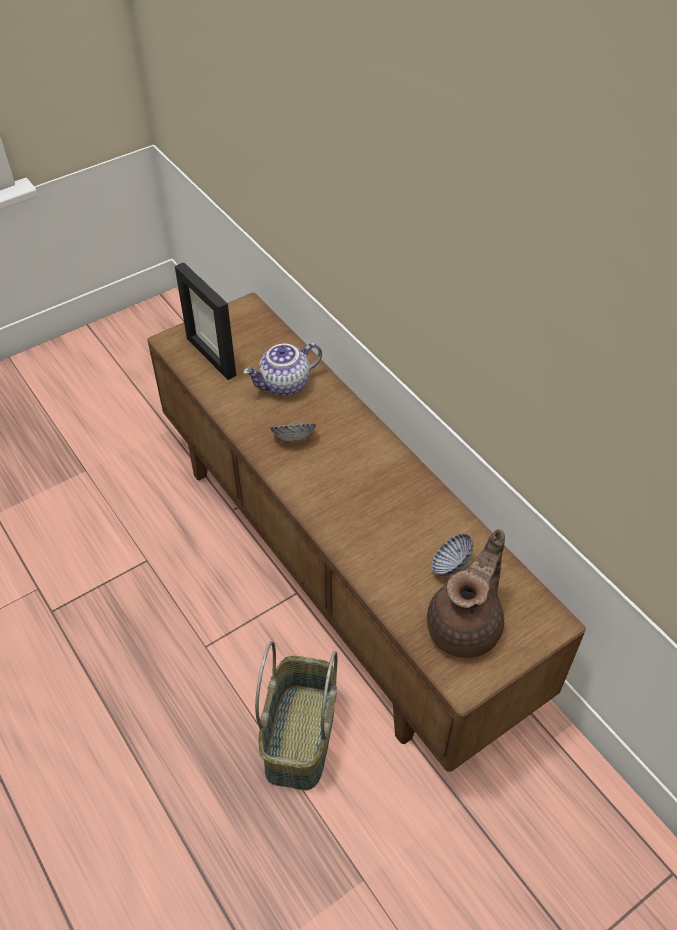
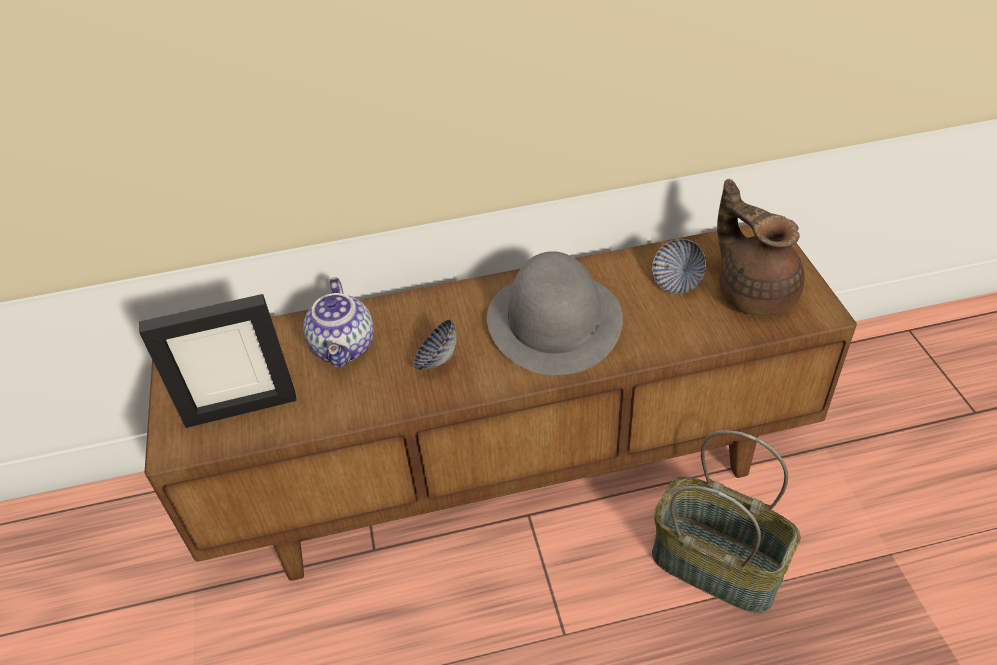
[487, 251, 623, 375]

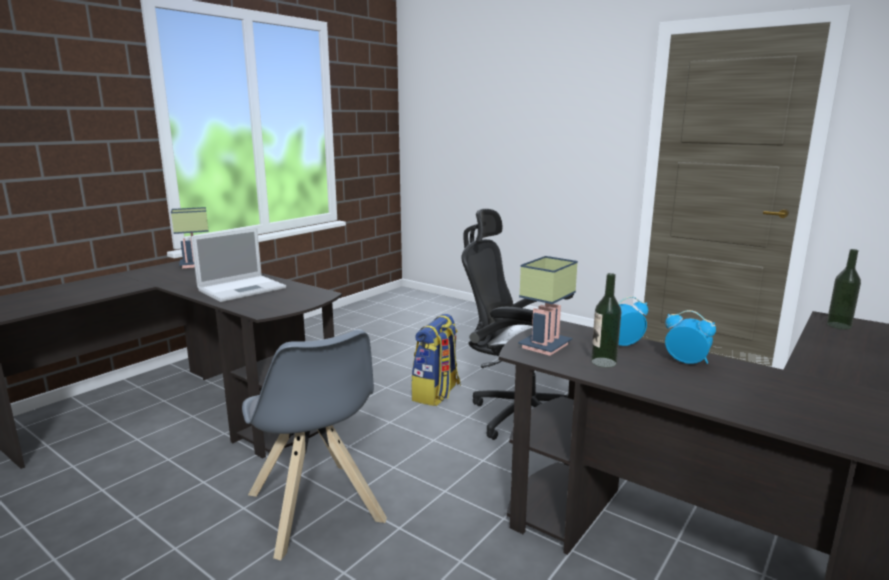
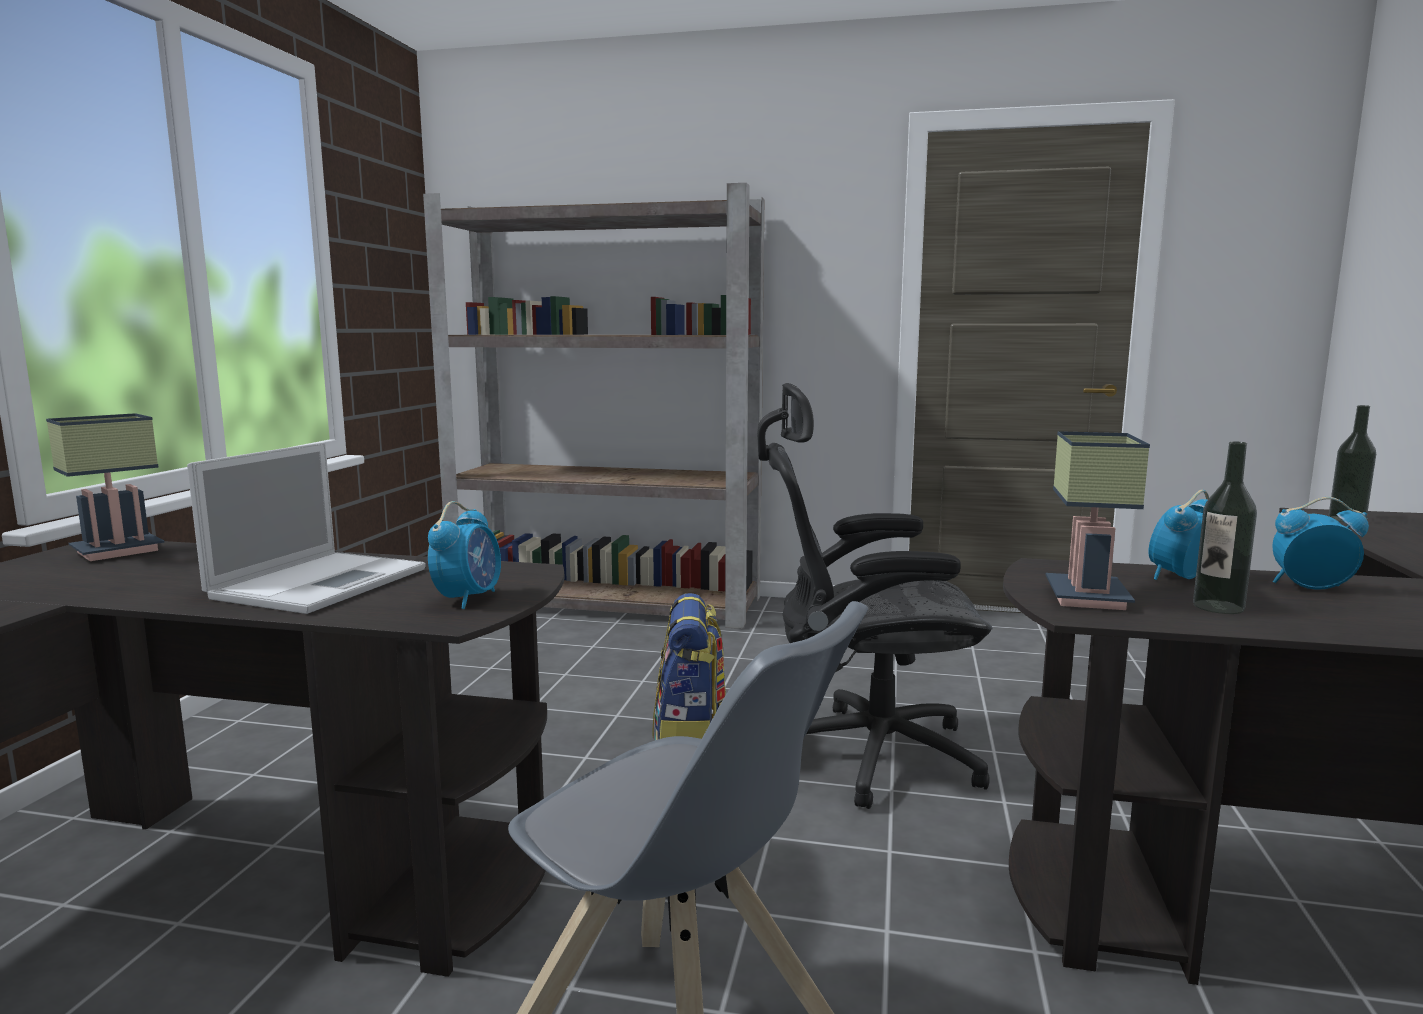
[423, 183, 764, 629]
[428, 501, 501, 609]

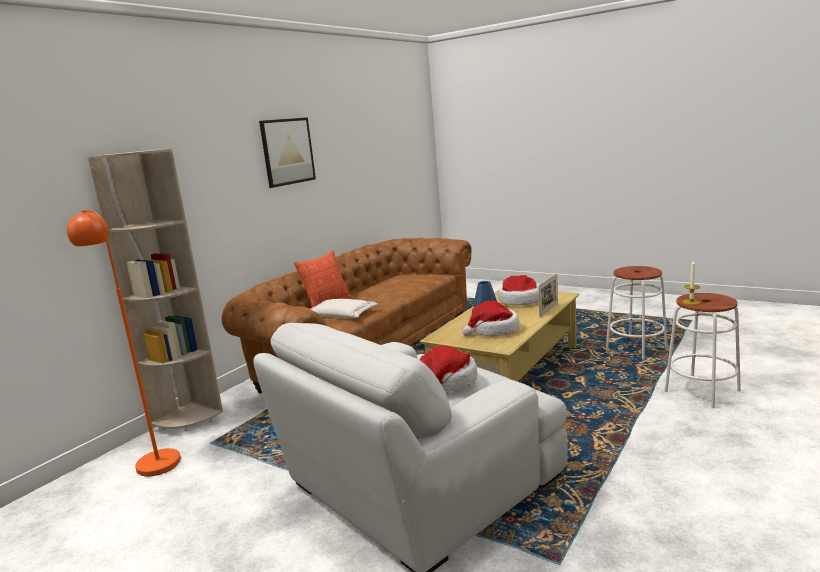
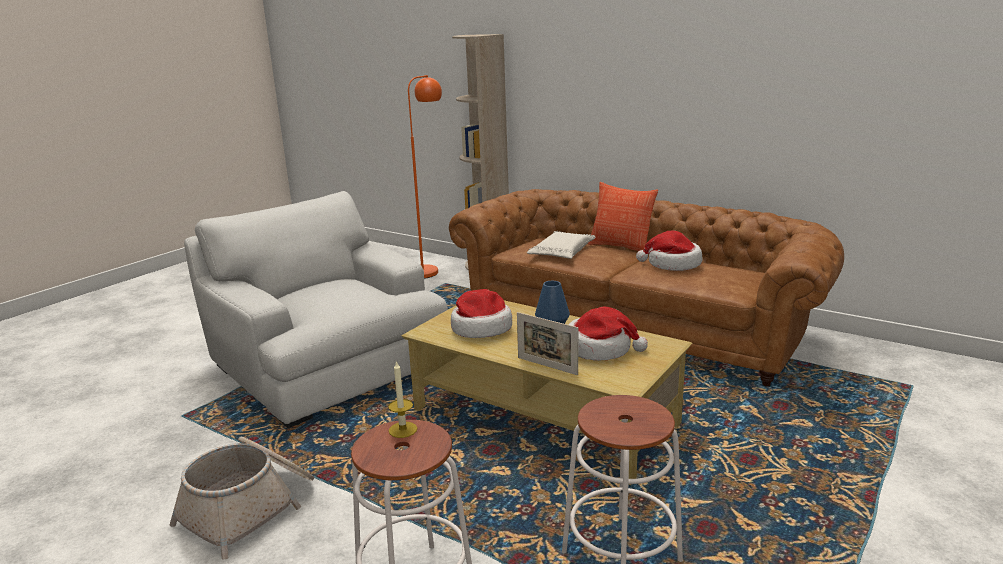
[170, 437, 314, 560]
[636, 231, 703, 271]
[259, 117, 316, 188] (first image)

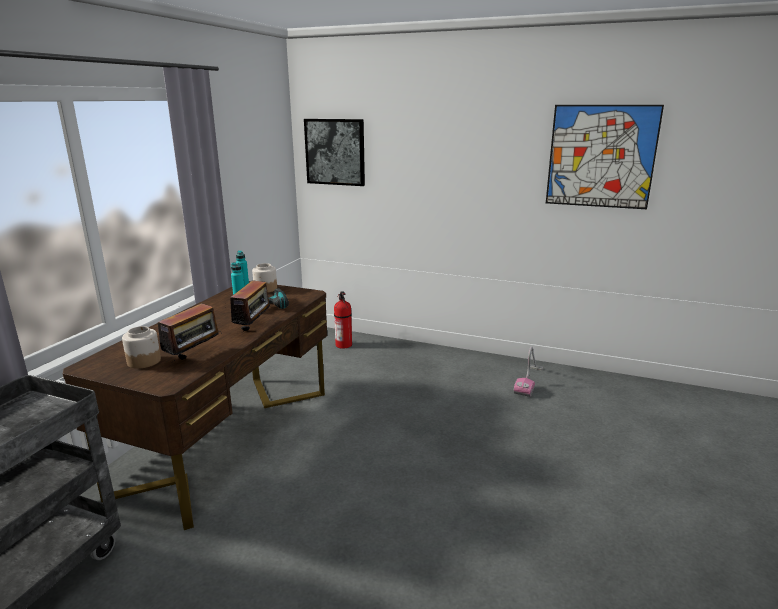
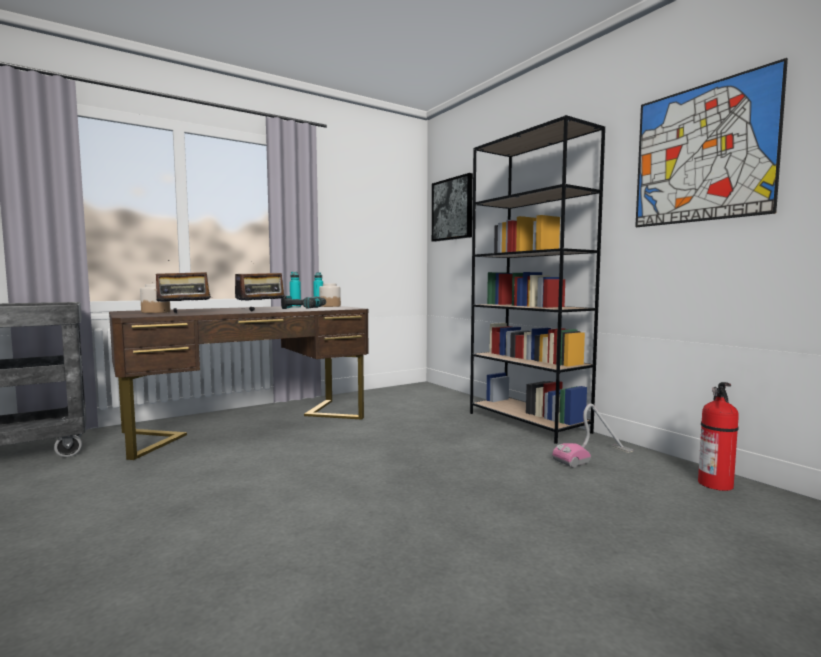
[470, 115, 605, 444]
[698, 382, 739, 491]

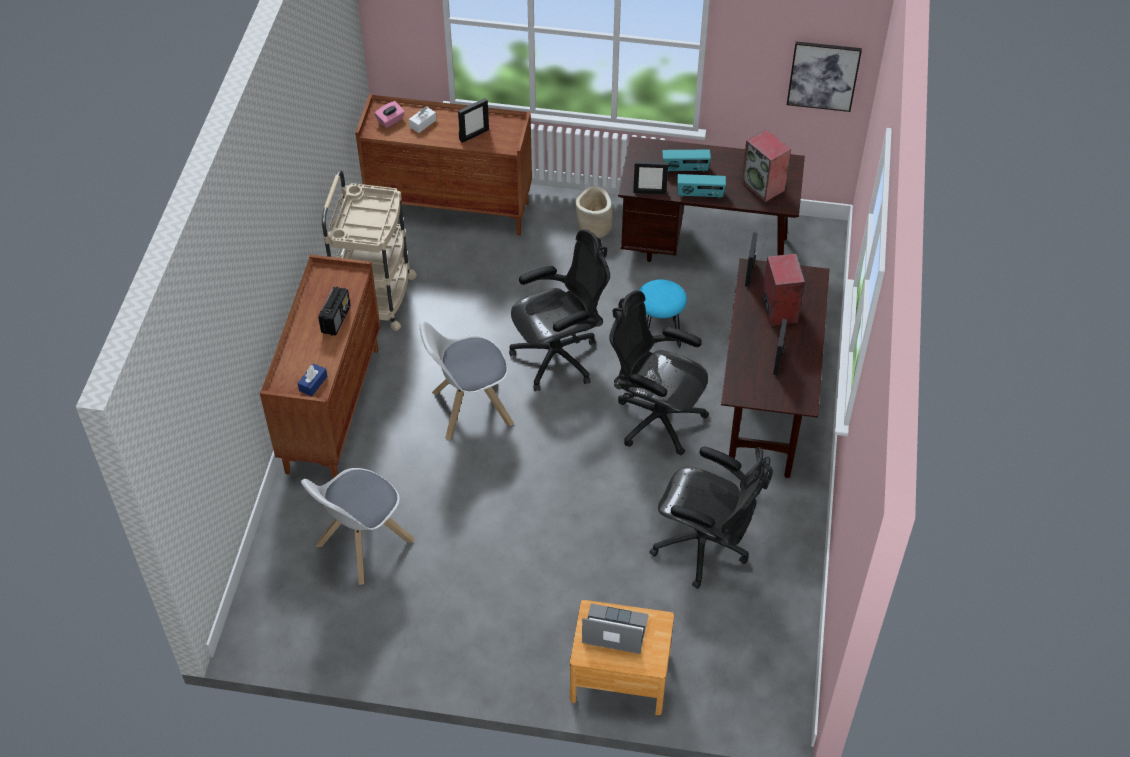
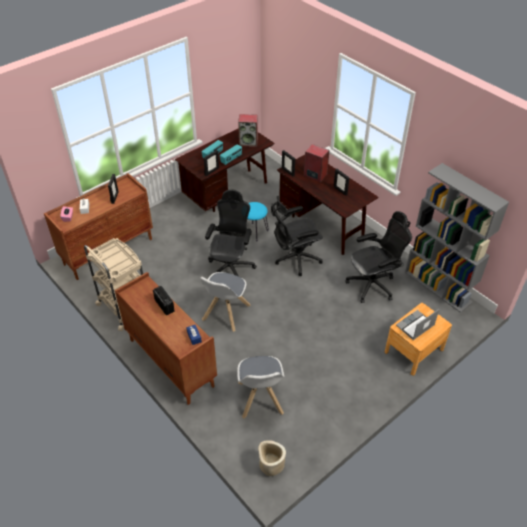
[258, 440, 286, 476]
[405, 163, 509, 313]
[787, 41, 862, 112] (first image)

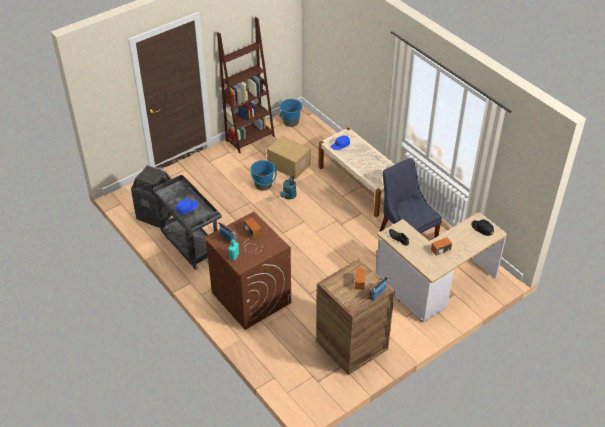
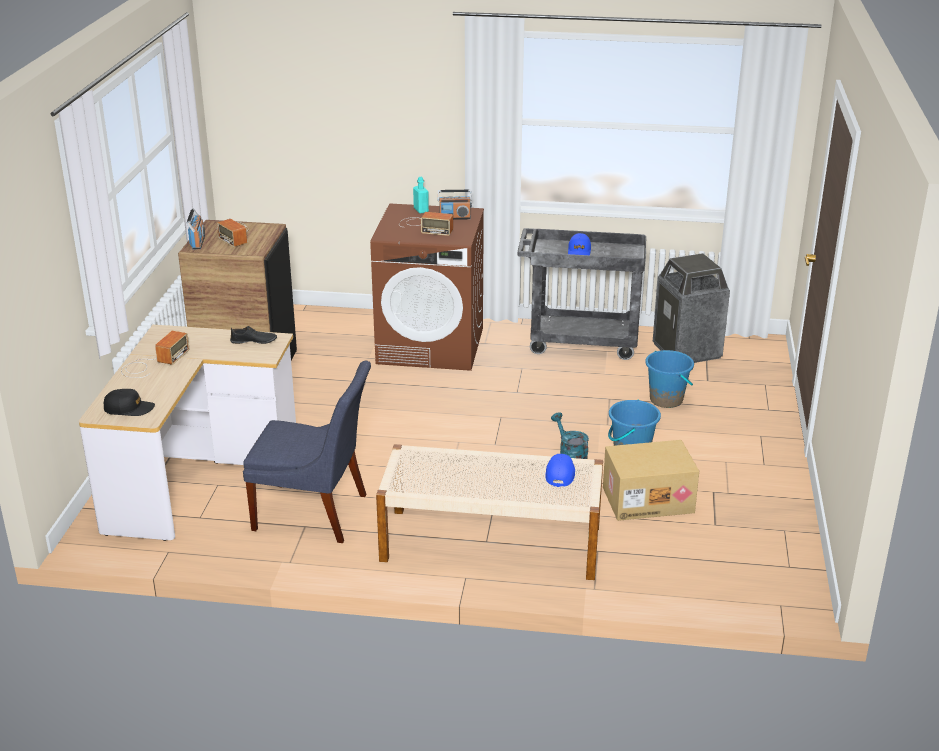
[645, 350, 694, 408]
[217, 17, 275, 153] (first image)

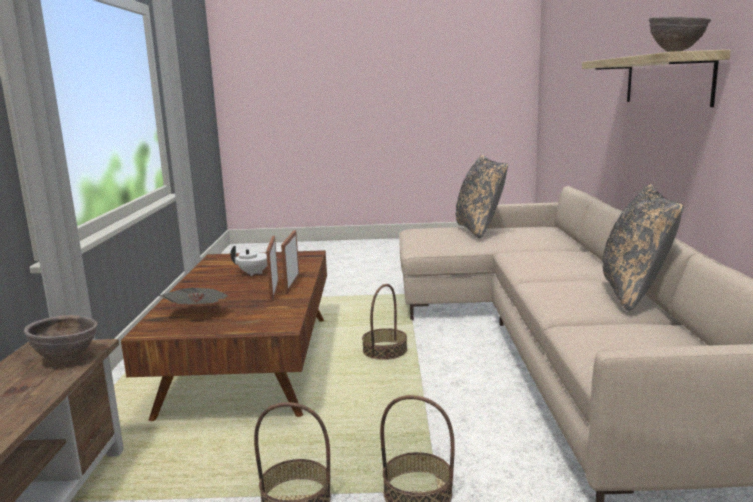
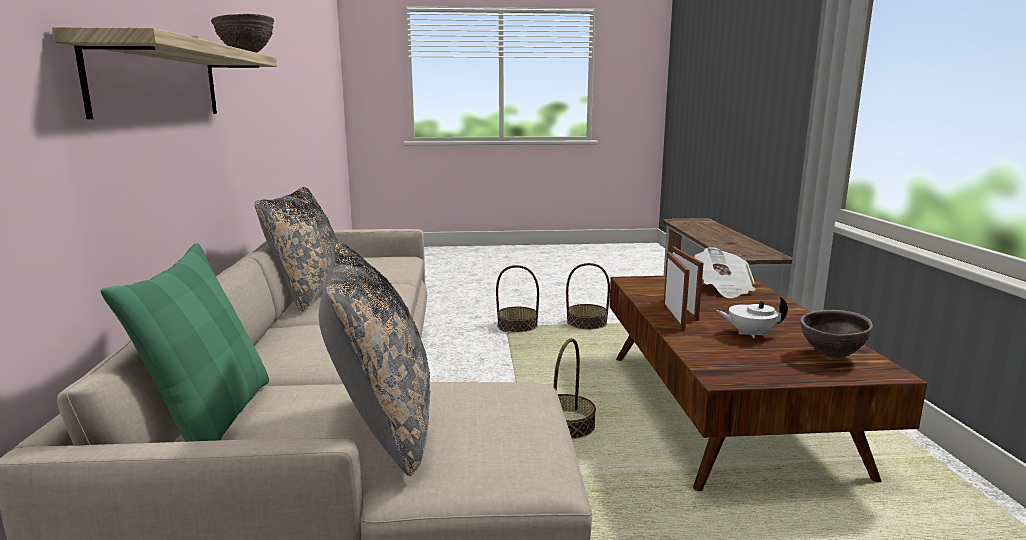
[100, 243, 269, 442]
[800, 310, 873, 358]

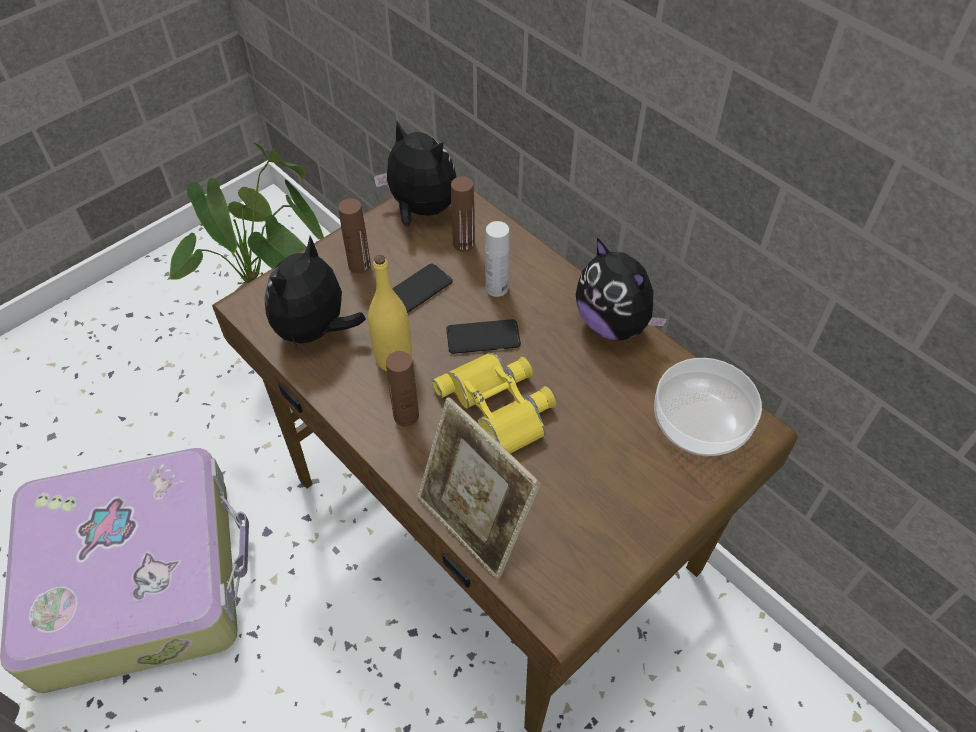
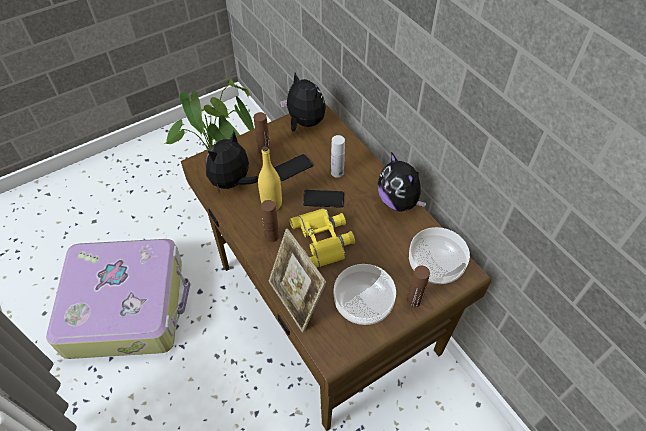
[334, 264, 396, 325]
[407, 266, 430, 307]

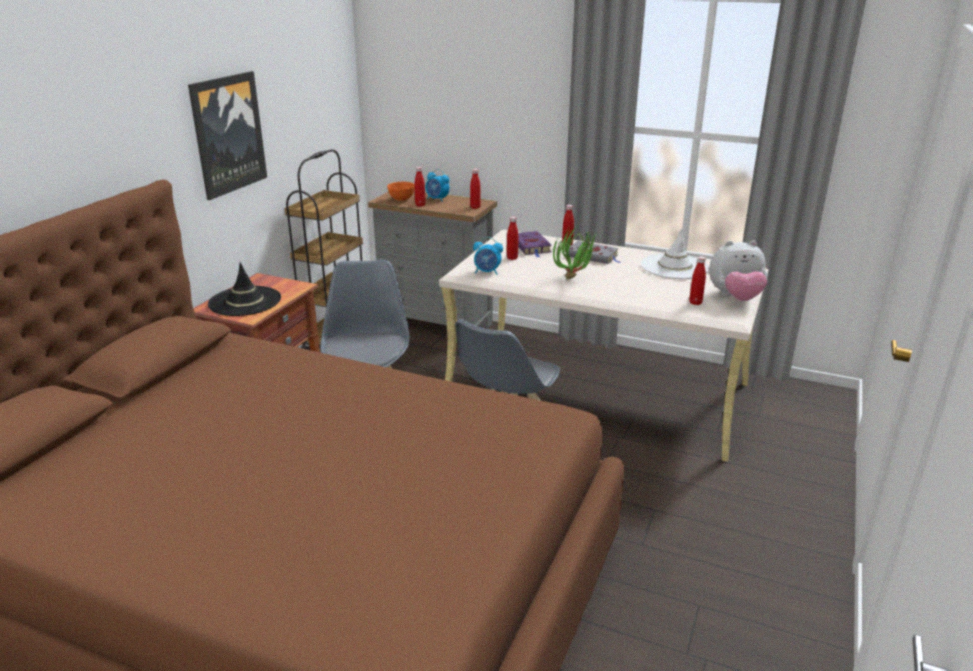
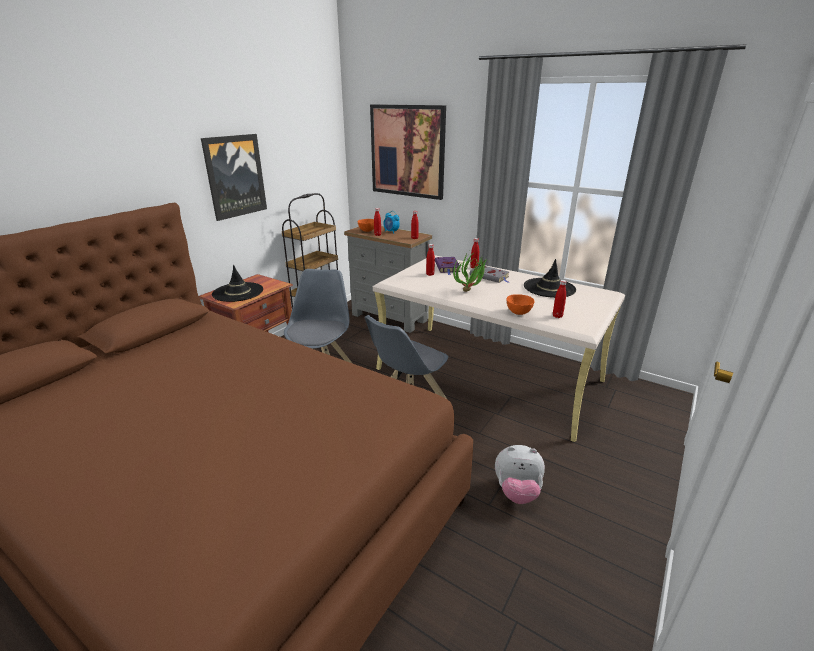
[370, 104, 446, 200]
[495, 445, 545, 504]
[506, 294, 534, 315]
[524, 259, 576, 298]
[473, 237, 503, 275] (first image)

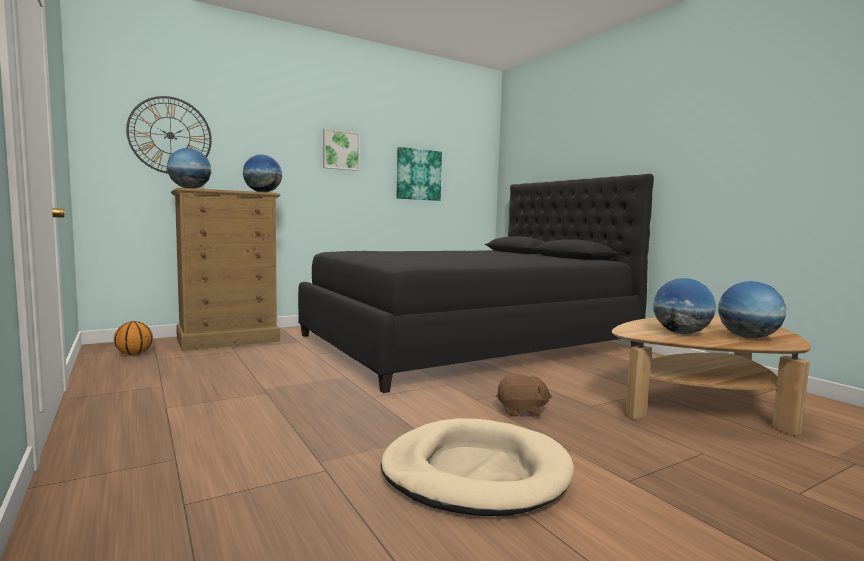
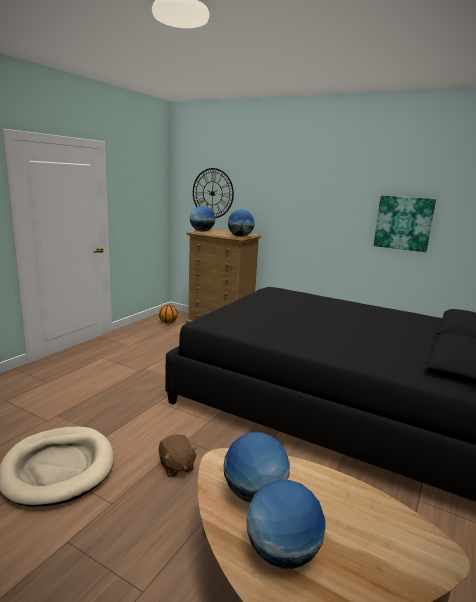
[323, 129, 360, 171] (first image)

